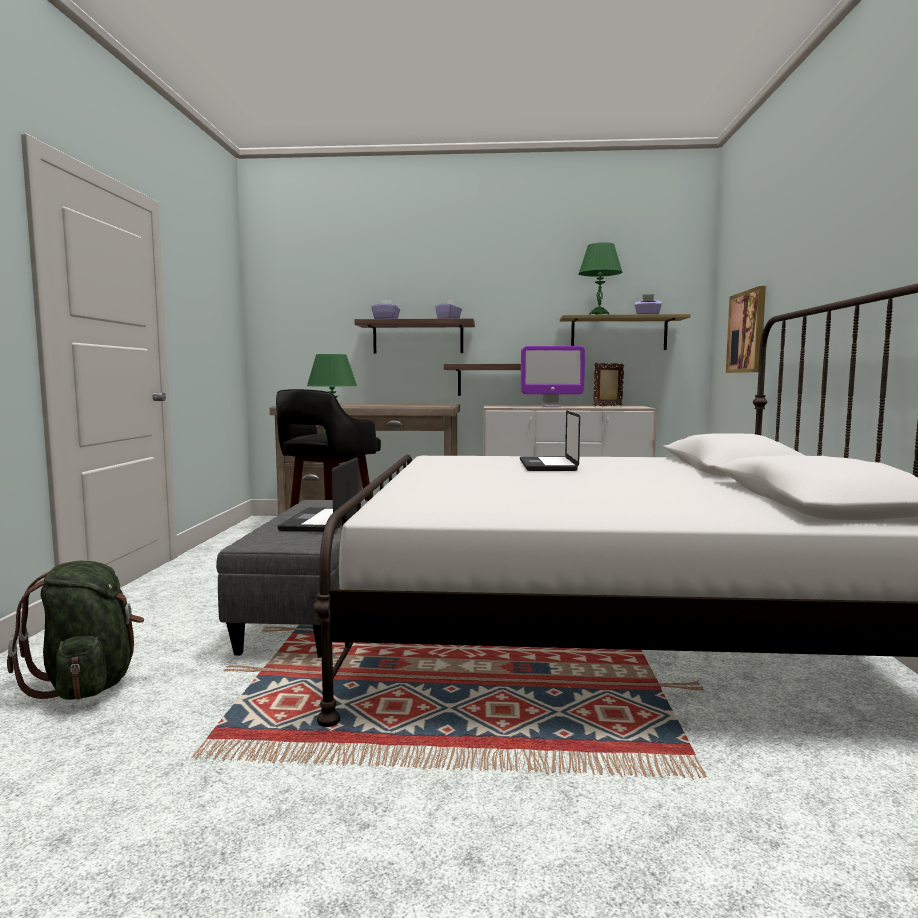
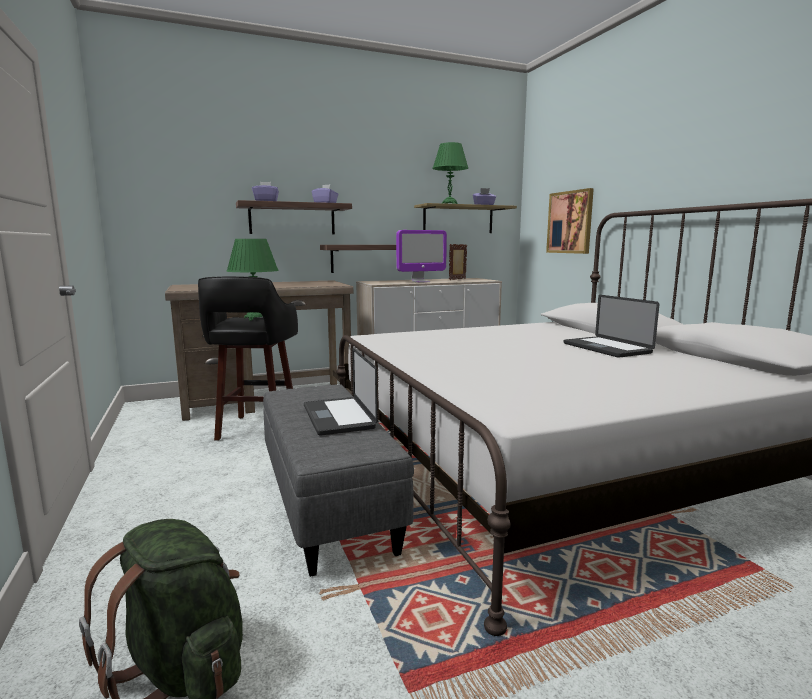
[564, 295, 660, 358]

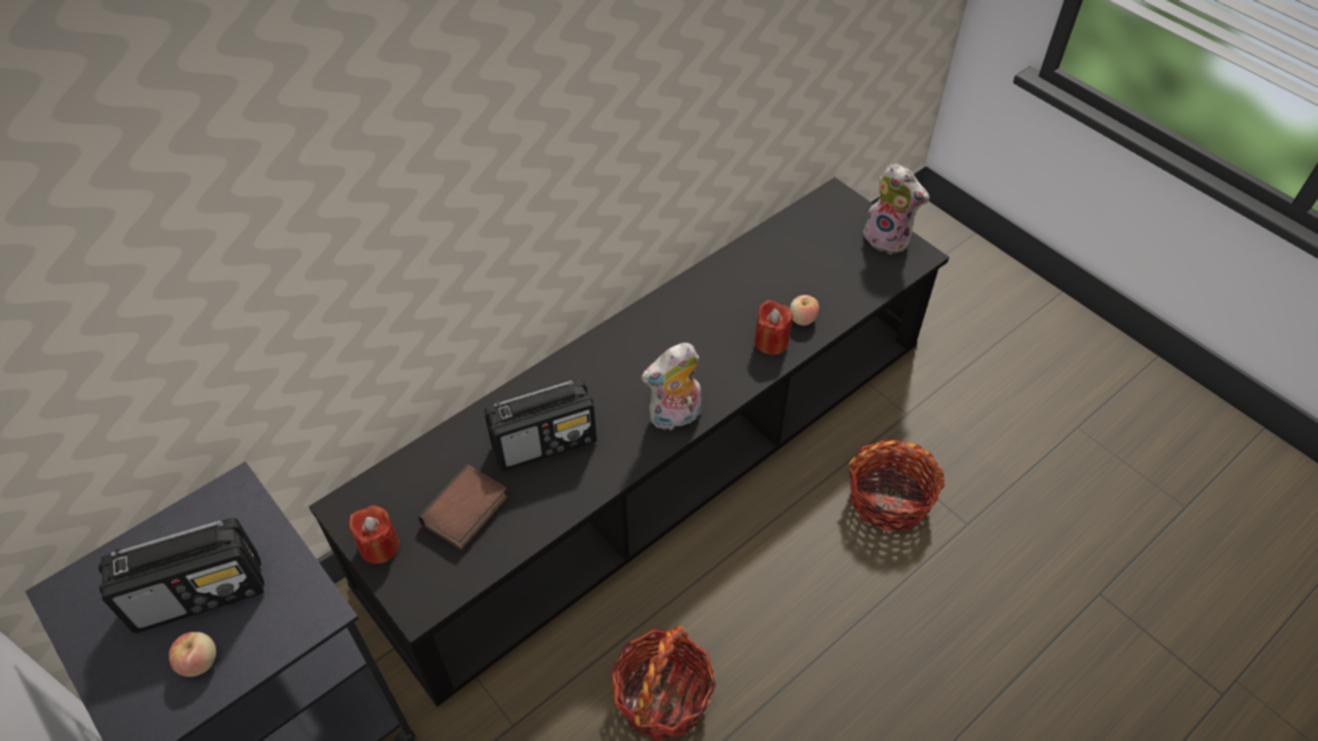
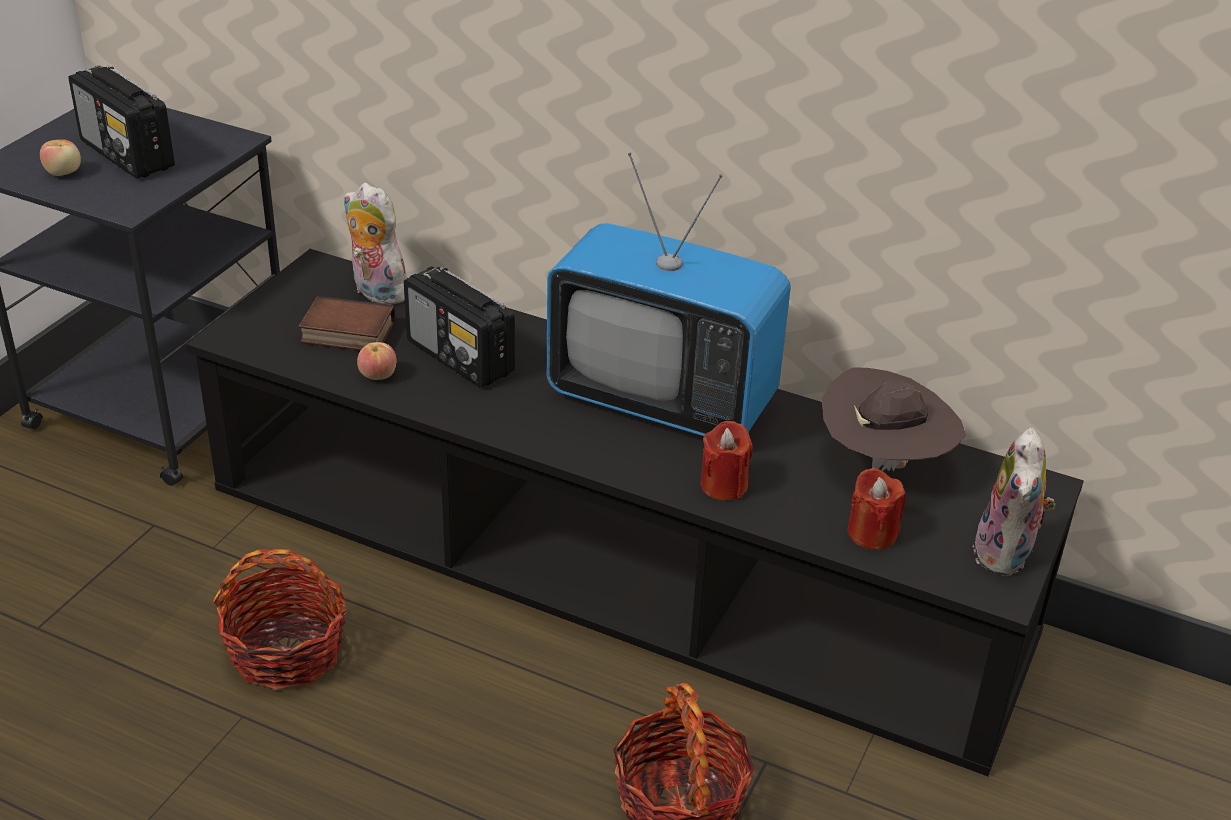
[344, 183, 407, 305]
[357, 342, 396, 380]
[547, 153, 791, 436]
[822, 367, 966, 471]
[848, 467, 906, 550]

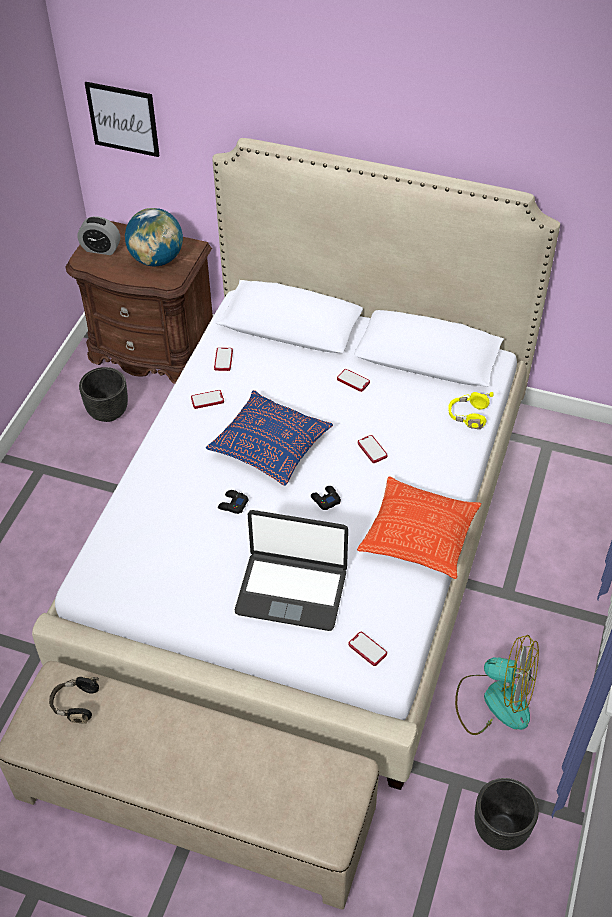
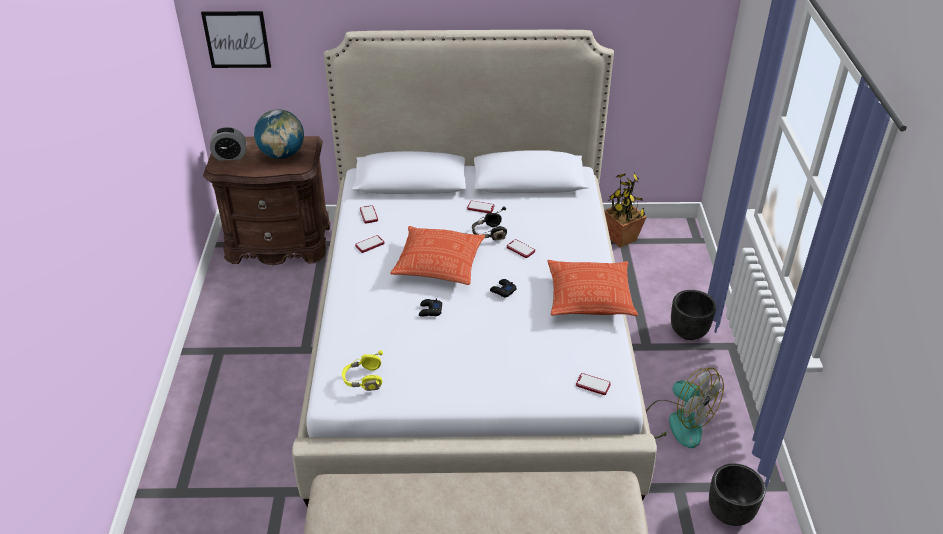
[342, 350, 383, 391]
[390, 226, 485, 285]
[472, 206, 507, 240]
[604, 172, 647, 247]
[646, 368, 724, 448]
[671, 290, 716, 340]
[235, 510, 348, 631] (first image)

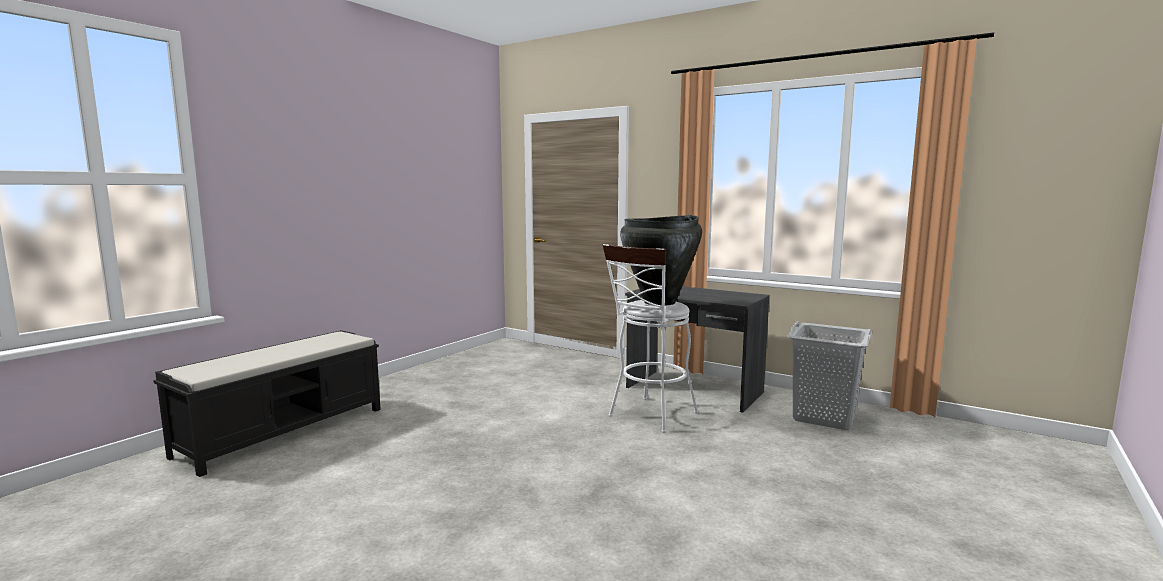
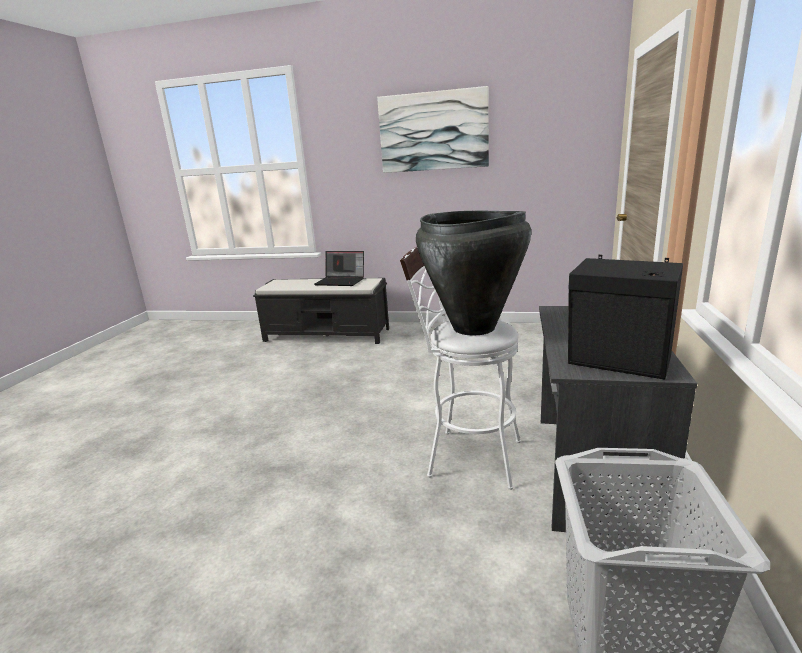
[314, 251, 364, 286]
[377, 86, 489, 173]
[568, 255, 683, 380]

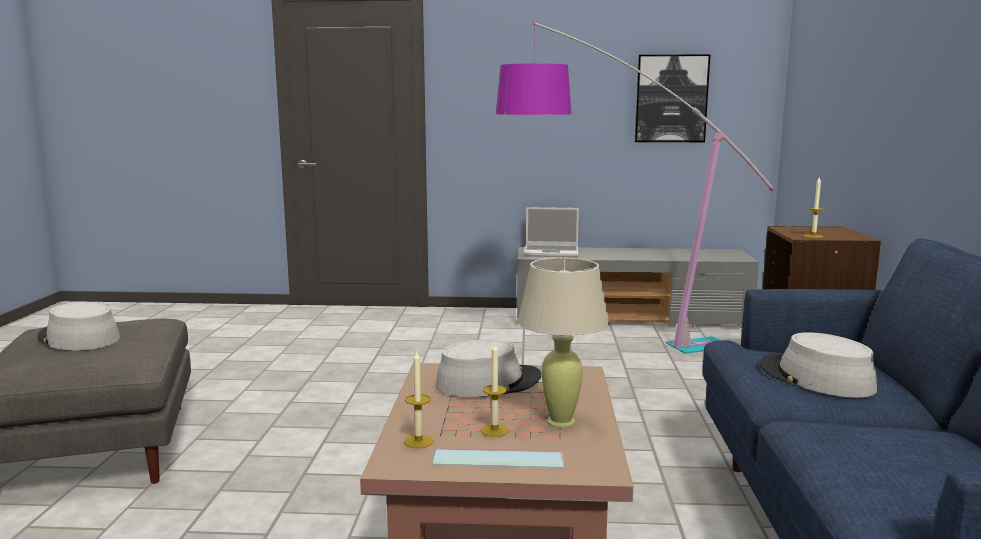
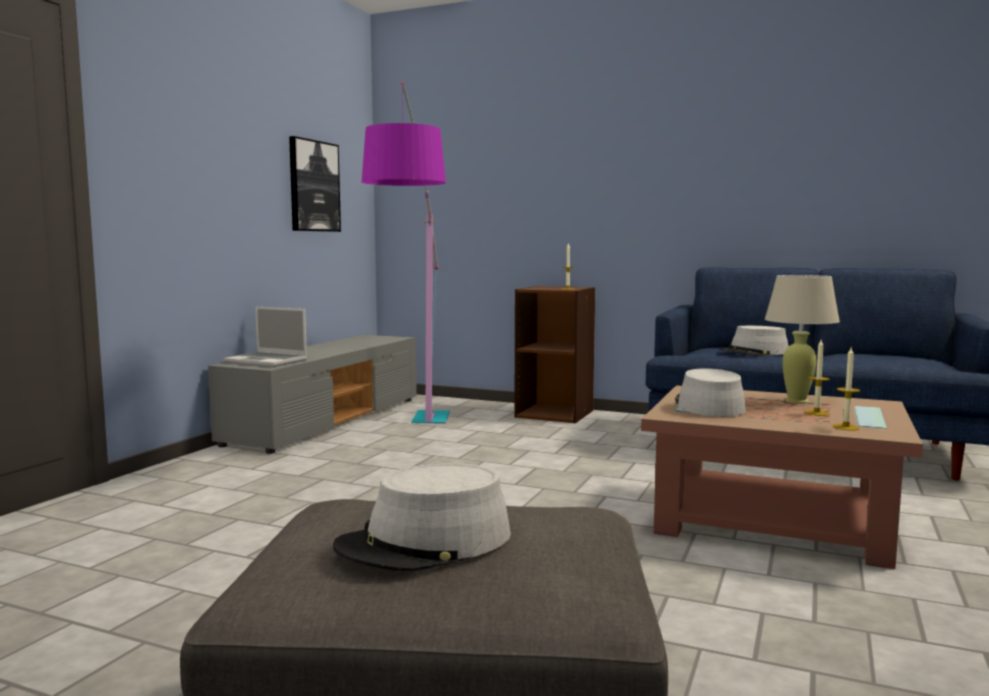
[223, 307, 307, 367]

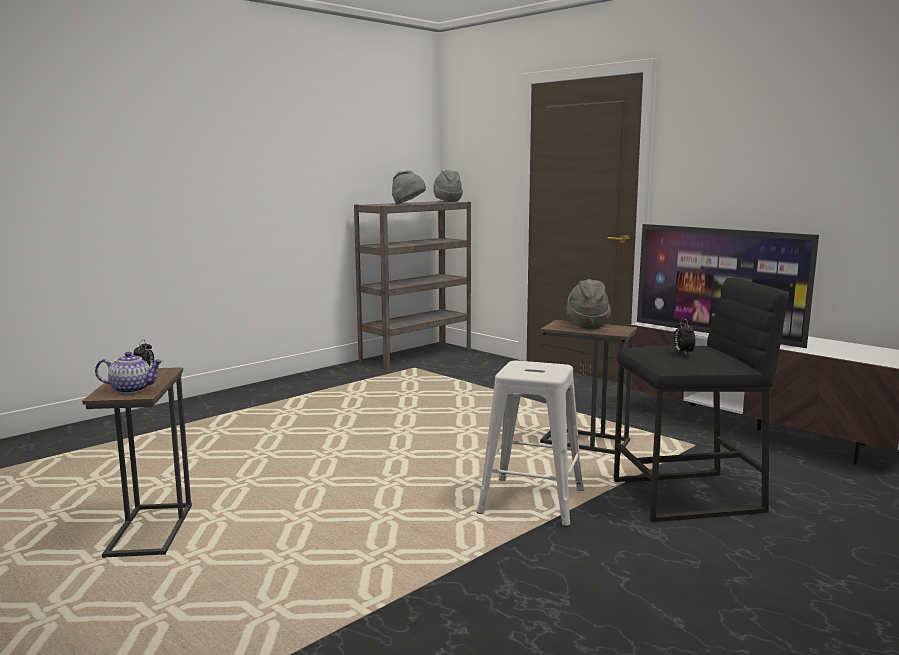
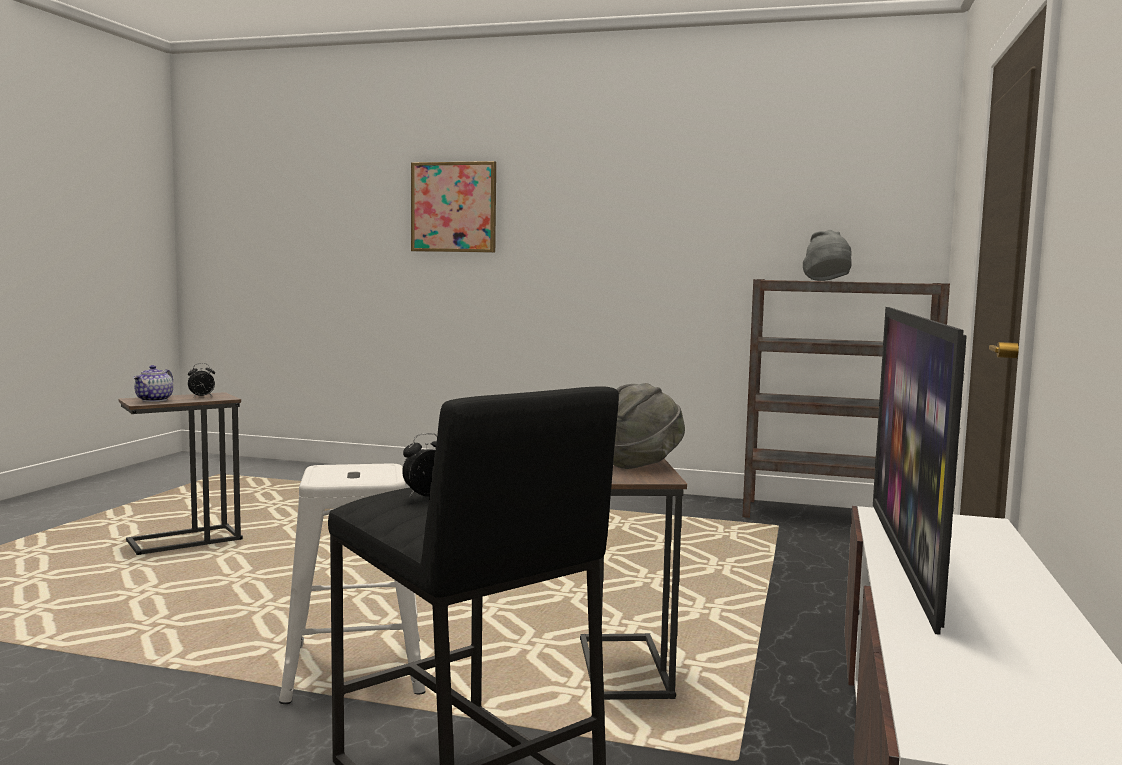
[133, 365, 173, 402]
[411, 161, 496, 253]
[433, 170, 463, 202] (first image)

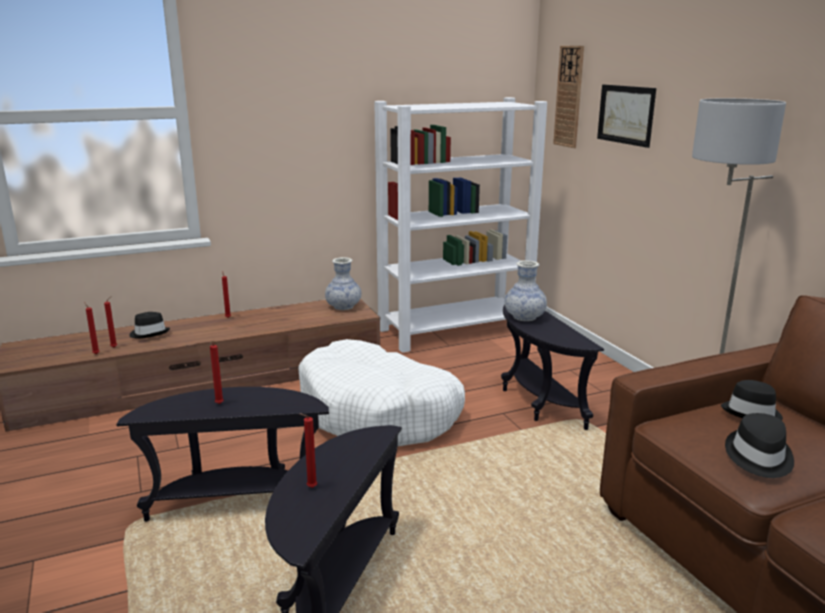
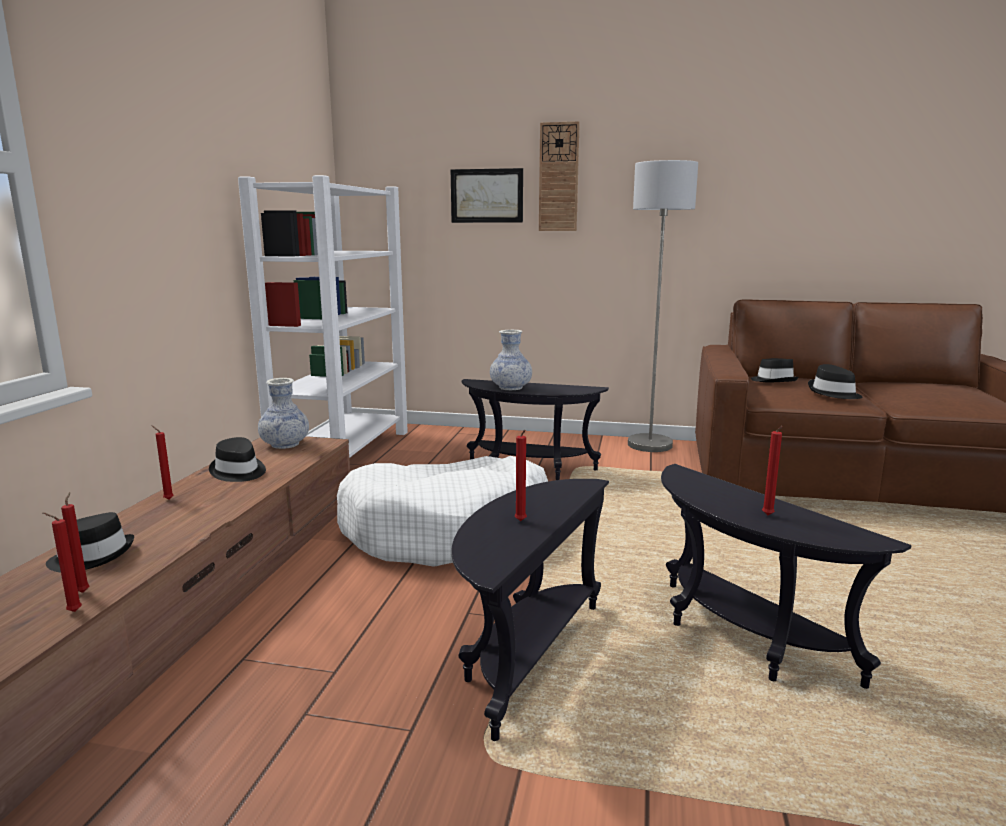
[209, 437, 266, 482]
[539, 121, 580, 231]

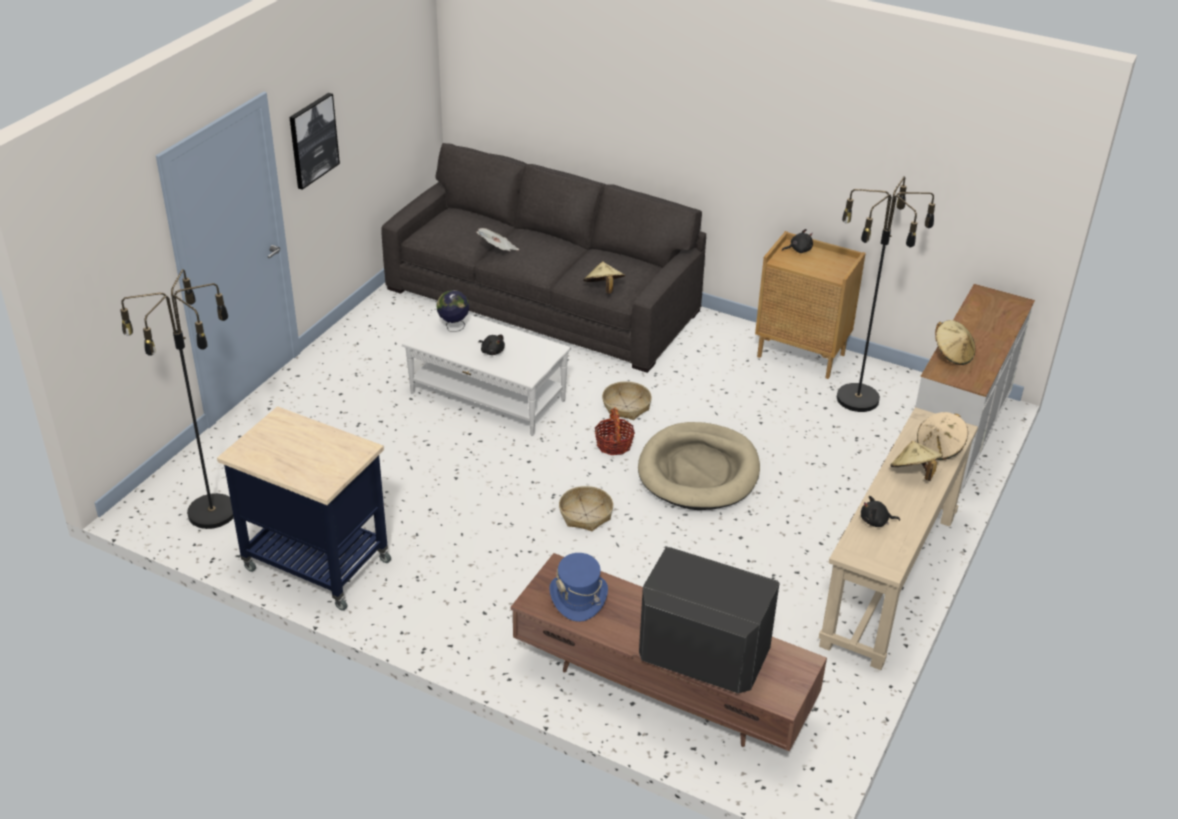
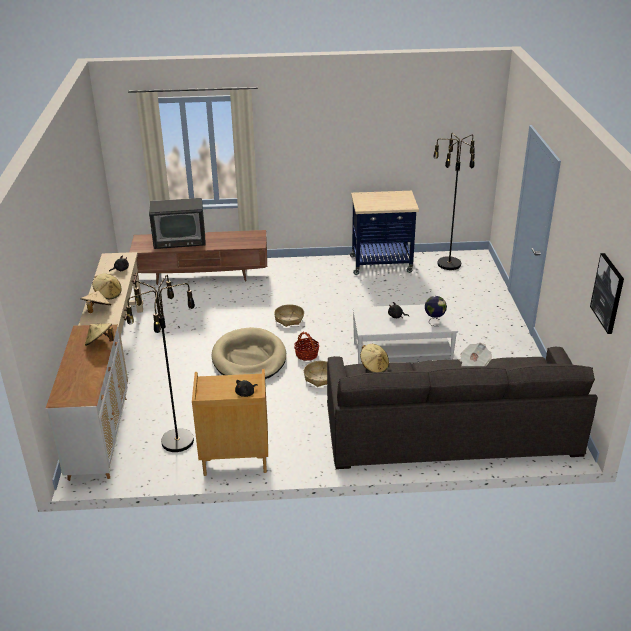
[590, 253, 624, 334]
[549, 553, 608, 622] (first image)

